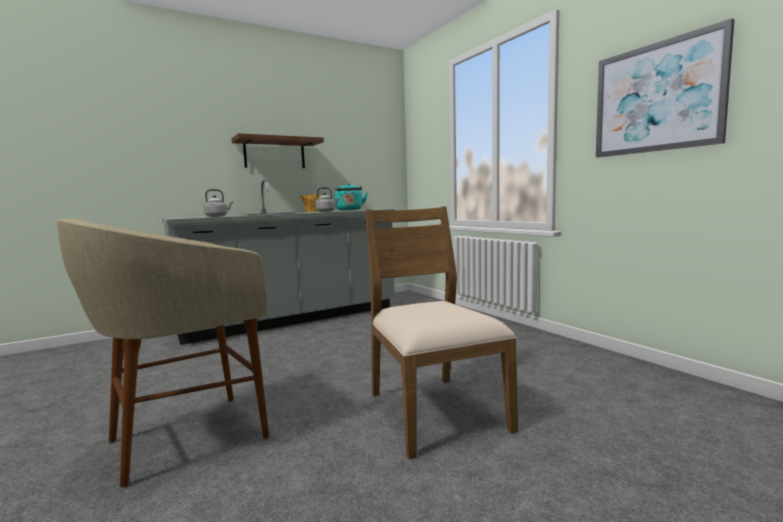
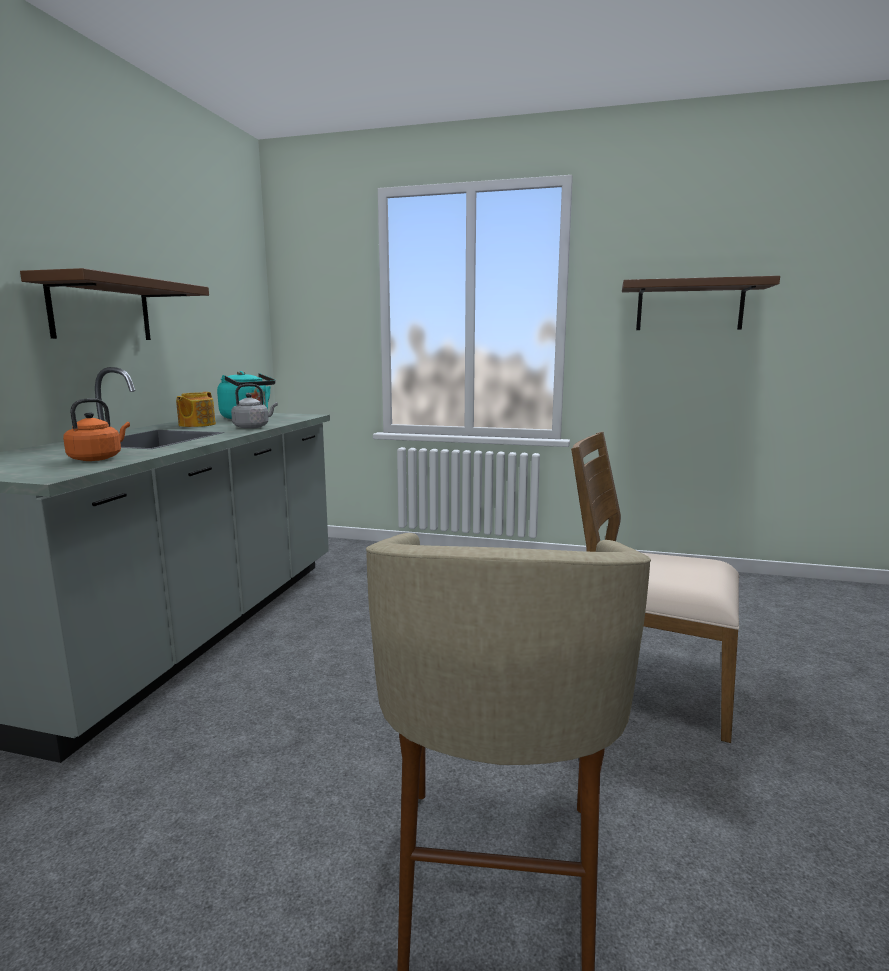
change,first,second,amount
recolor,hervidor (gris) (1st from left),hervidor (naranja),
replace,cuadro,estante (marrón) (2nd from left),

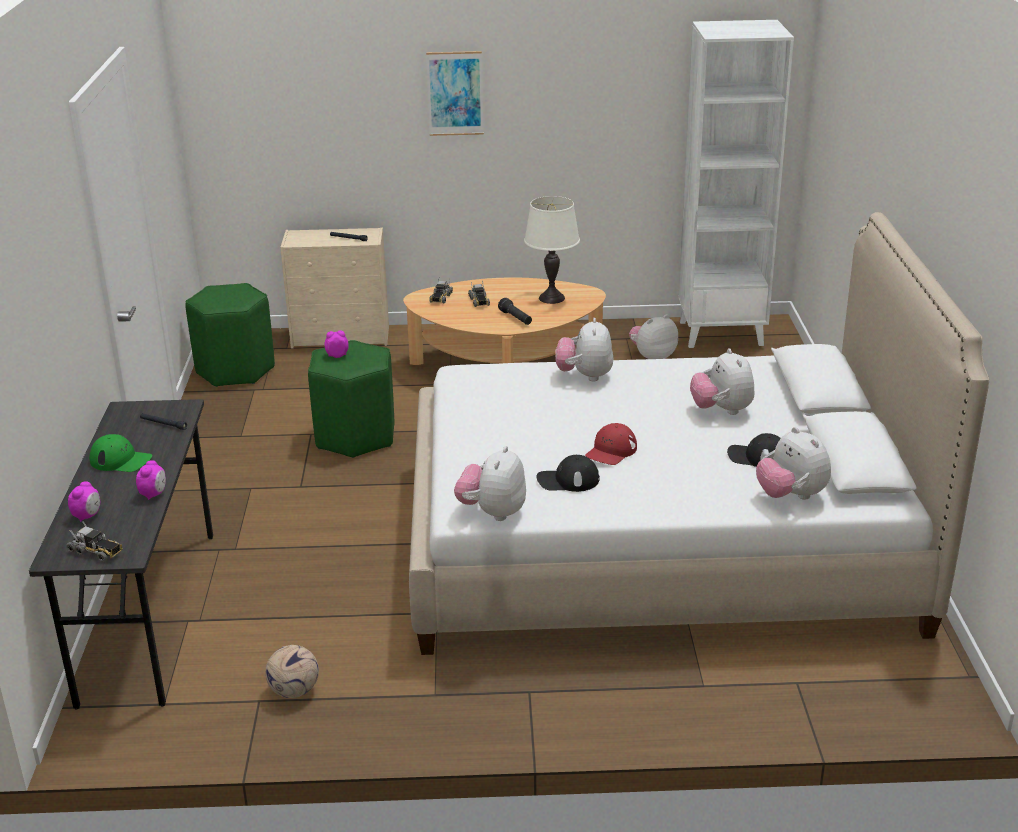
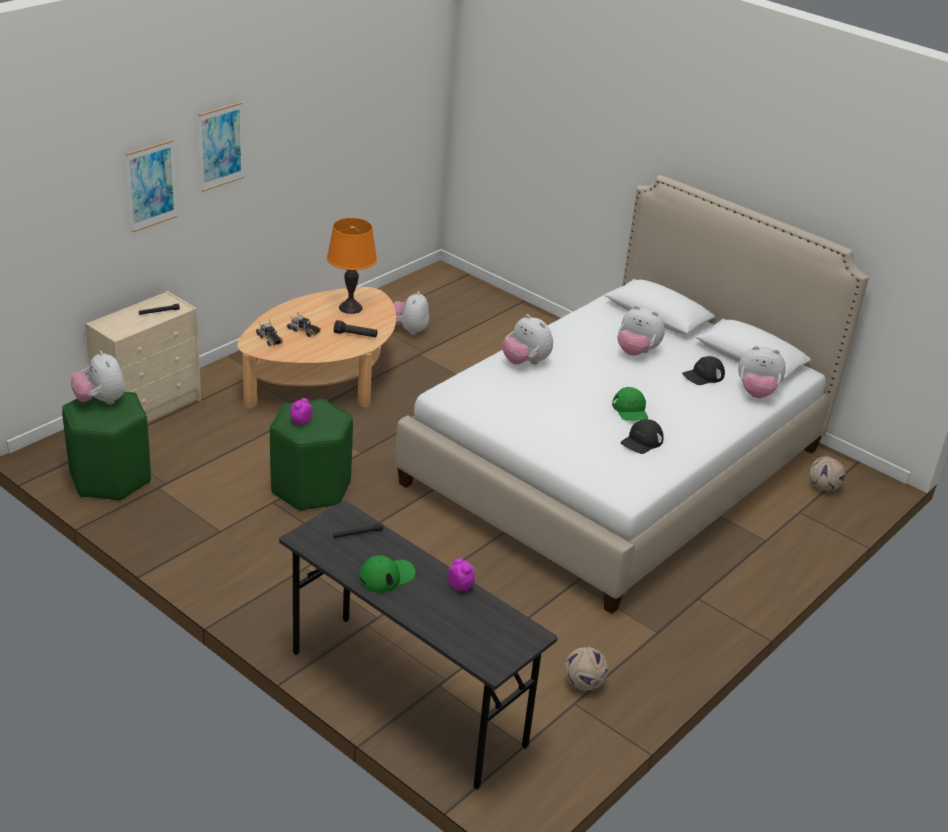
change,first,second,amount
delete,camión de juguete (1st from left),,
delete,despertador (1st from left),,
move,peluche (1st from left),,
recolor,lámpara de mesa (blanco),lámpara de mesa (naranja),
recolor,gorra (rojo),gorra (verde) (2nd from left),
delete,estantería (blanco),,
insert,,cuadro (1st from left),
insert,,balón de fútbol (2nd from left),

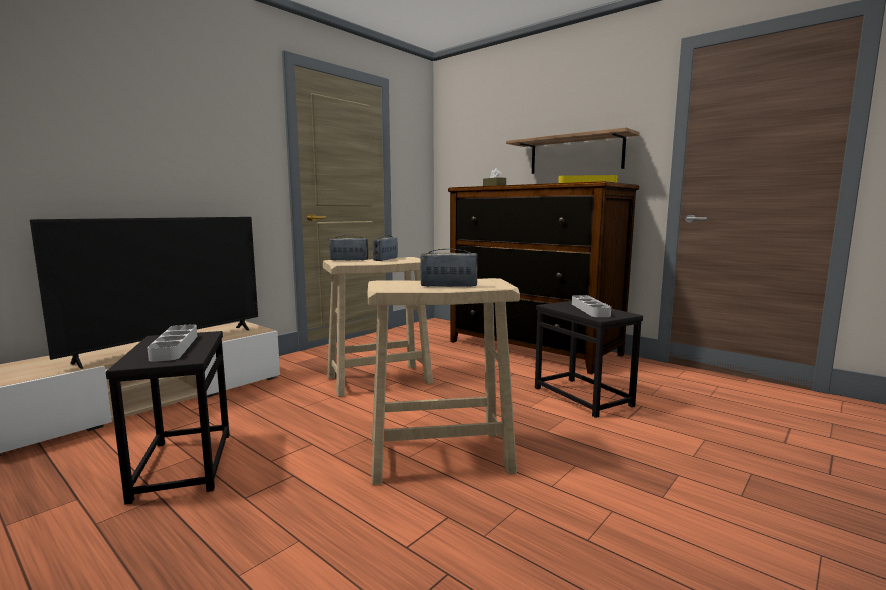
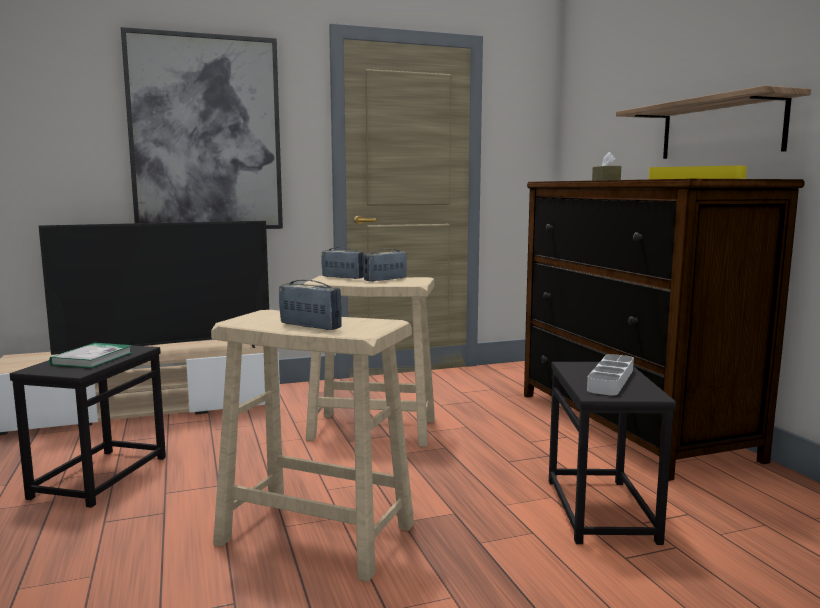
change,first,second,amount
replace,bandeja (gris) (1st from left),libro,
insert,,cuadro,

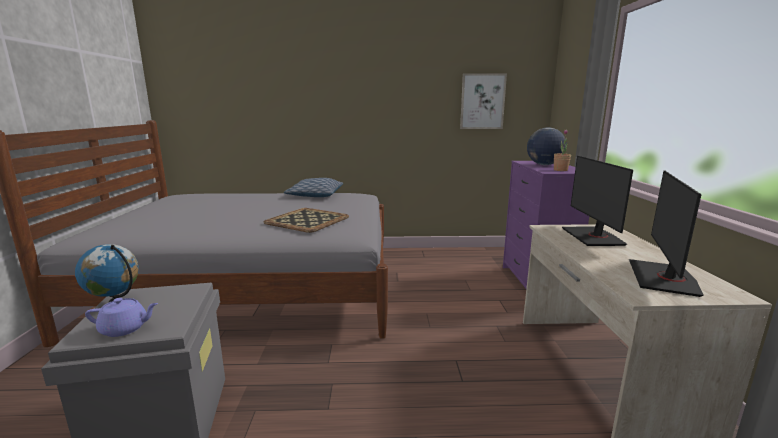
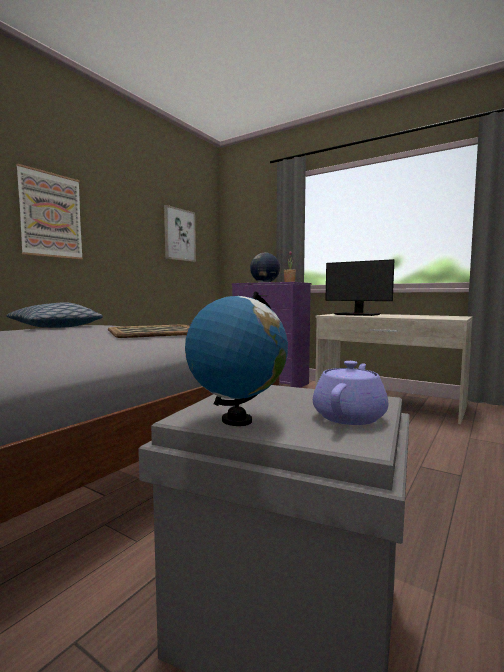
change,first,second,amount
delete,monitor (2nd from left),,
insert,,cuadro (1st from left),

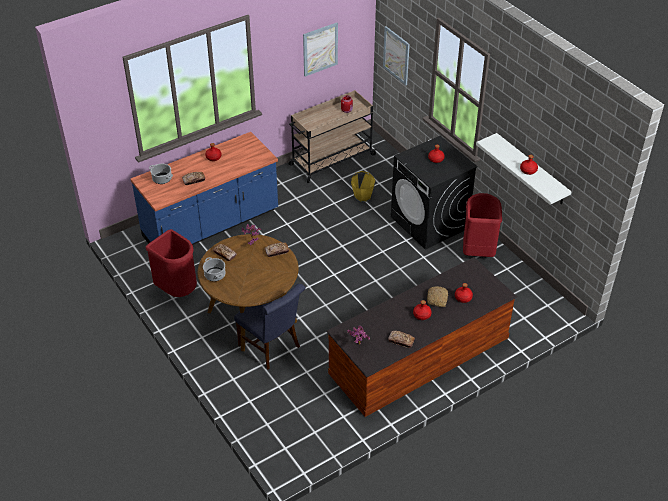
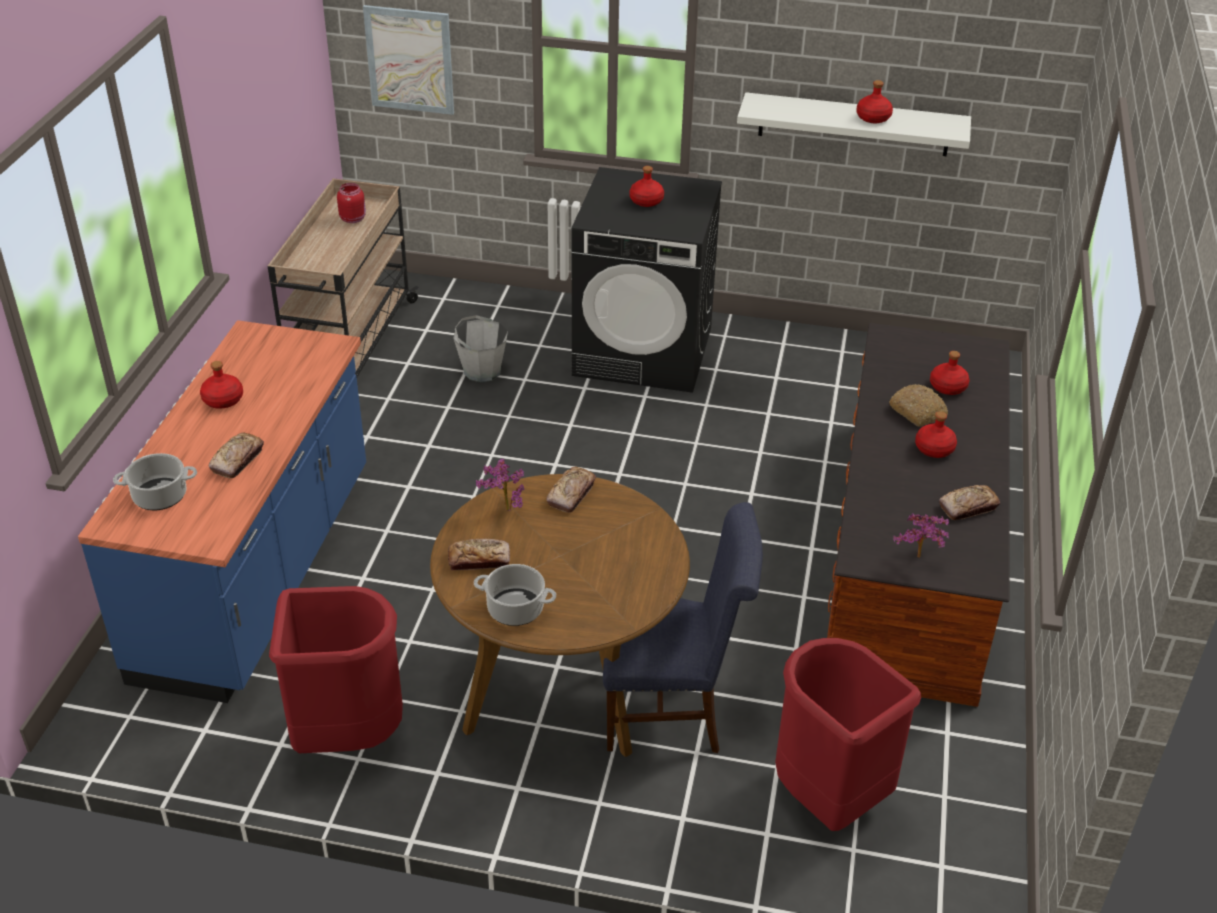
change,first,second,amount
delete,cuadro (1st from left),,
recolor,cubo (amarillo),cubo (gris),
move,papelera (rojo) (2nd from left),,

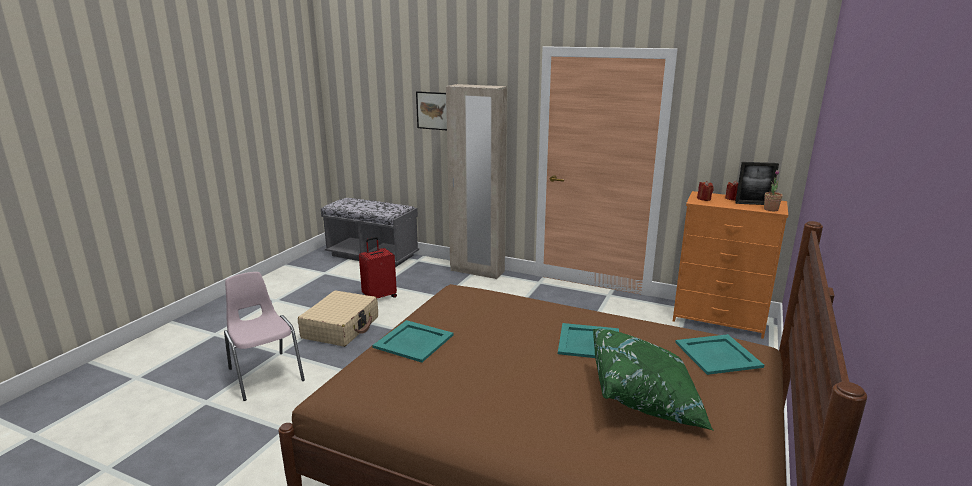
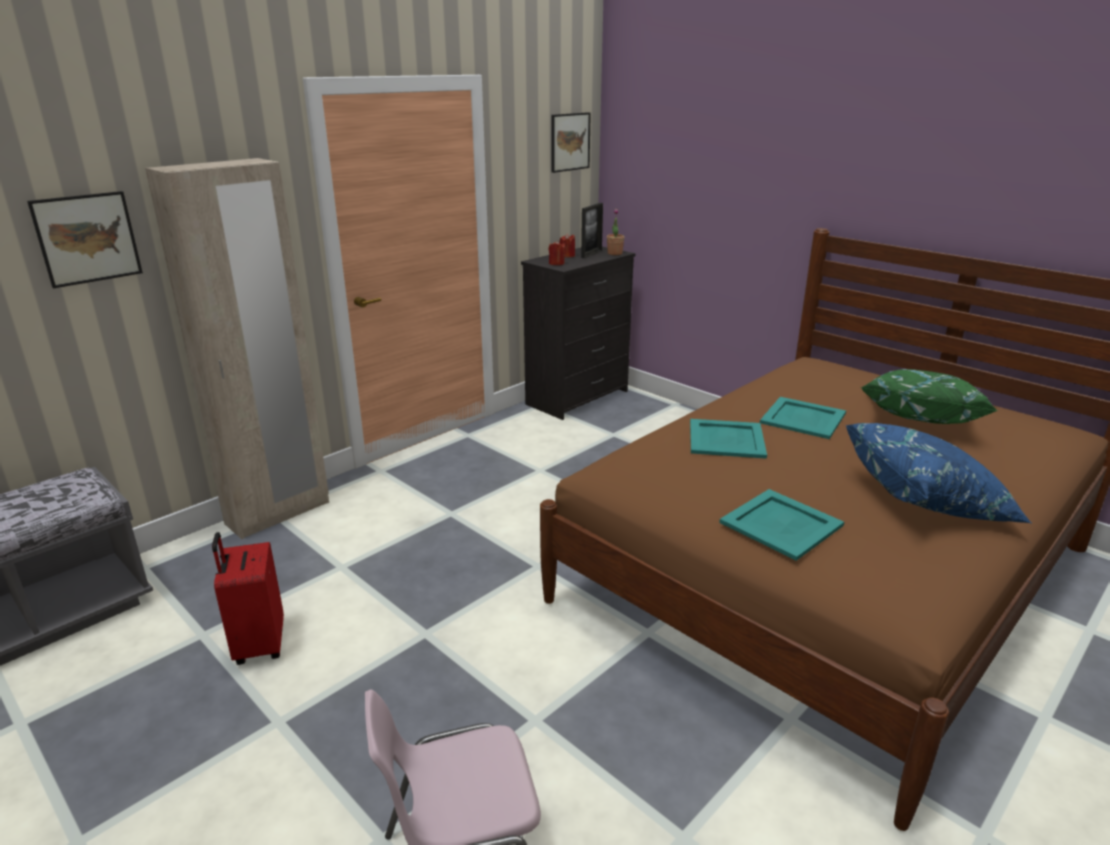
change,first,second,amount
delete,maleta (beis),,
recolor,cómoda (naranja),cómoda (negro),
move,bandeja (turquesa) (3rd from left in the first image),bandeja (turquesa) (1st from left),
insert,,cuadro (2nd from left),
insert,,cojín (azul),

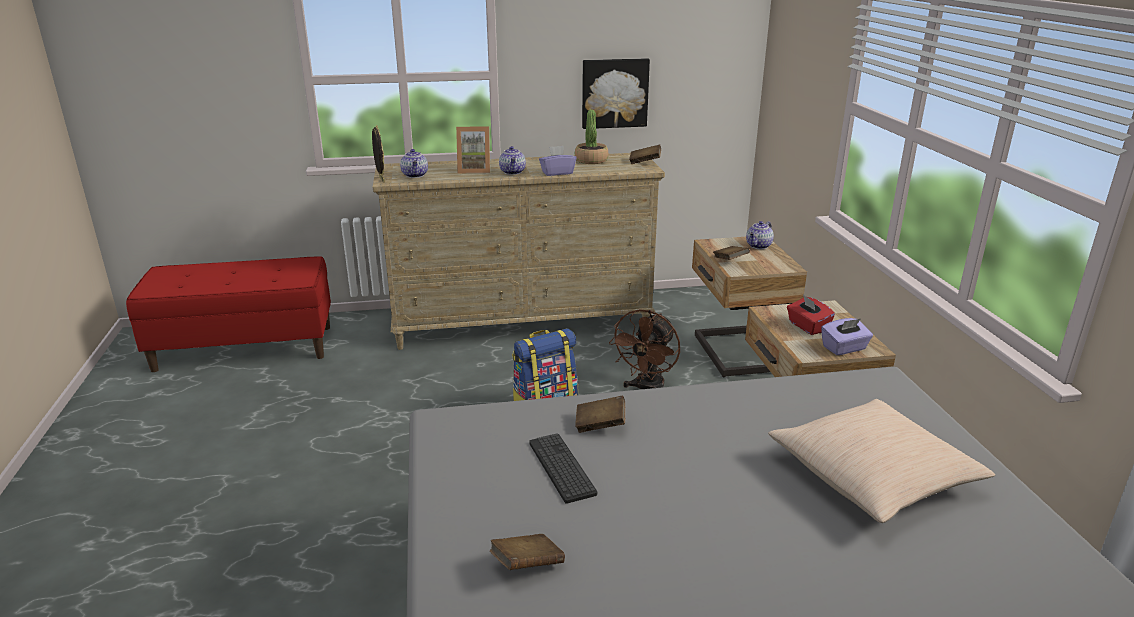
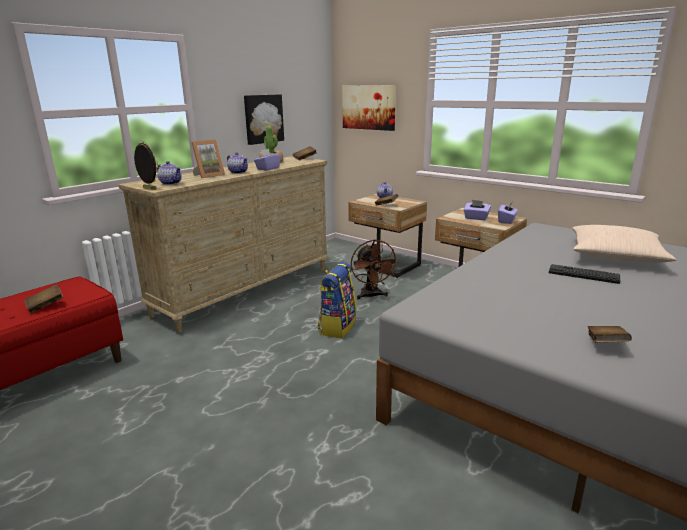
change,first,second,amount
move,teclado,,
move,libro (marrón) (2nd from left in the first image),libro (marrón) (1st from left),
recolor,caja de pañuelos (rojo),caja de pañuelos (morado) (2nd from left),
insert,,cuadro (2nd from left),

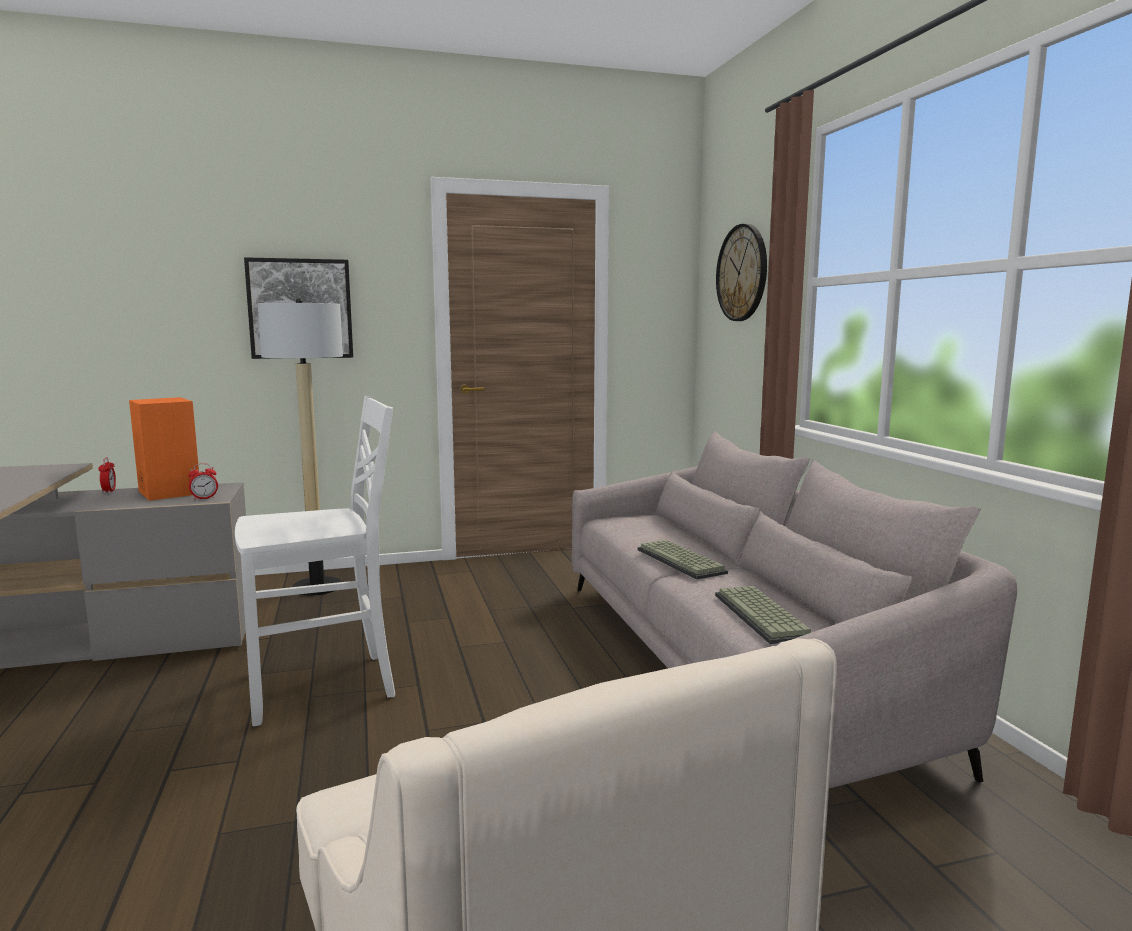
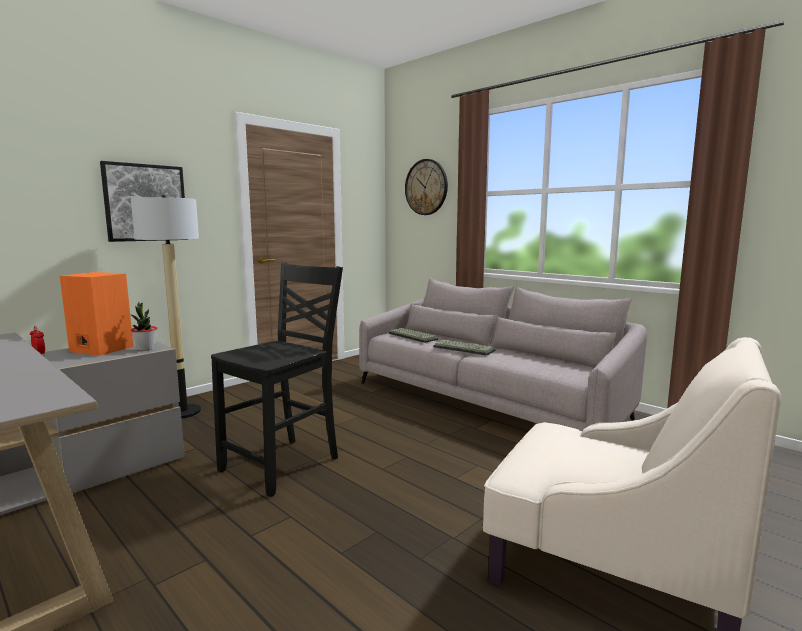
change,first,second,amount
replace,despertador (2nd from left),planta en maceta,
recolor,silla (blanco),silla (negro),
move,teclado (2nd from left in the first image),teclado (1st from left),

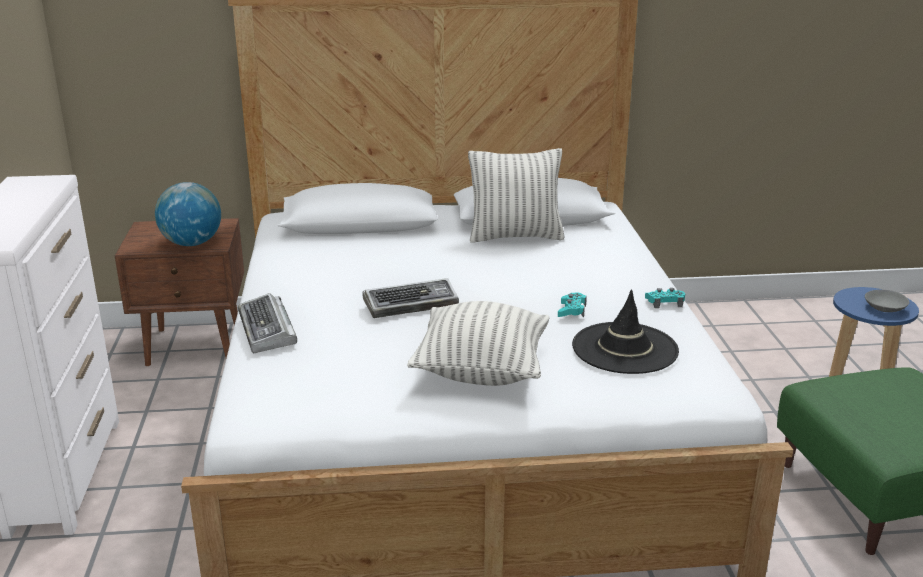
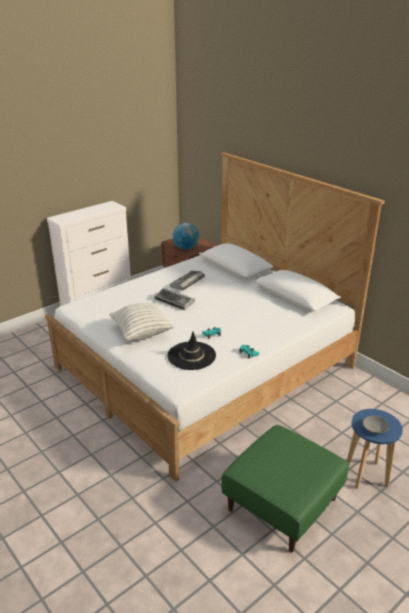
change,first,second,amount
move,teclado (1st from left in the first image),teclado (2nd from left),
delete,cojín (2nd from left),,

